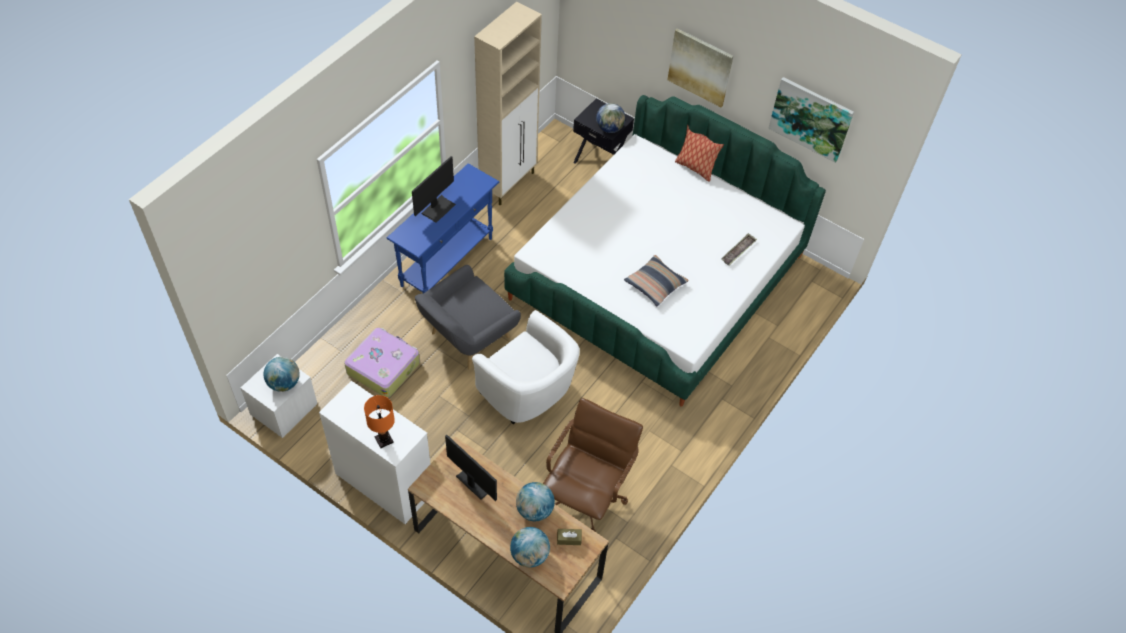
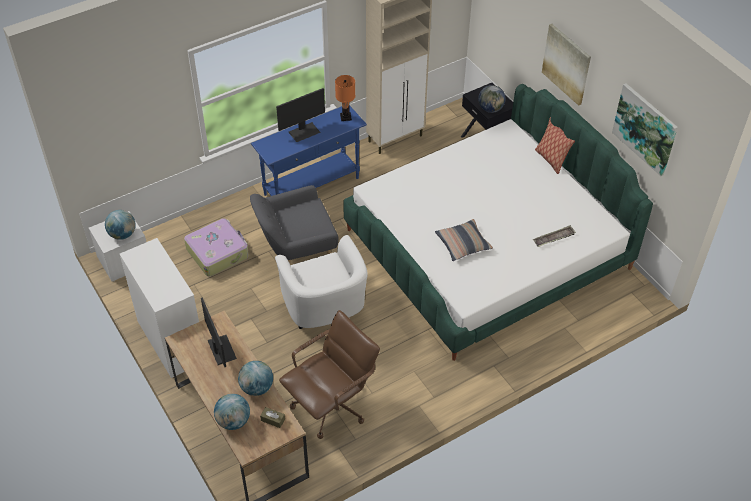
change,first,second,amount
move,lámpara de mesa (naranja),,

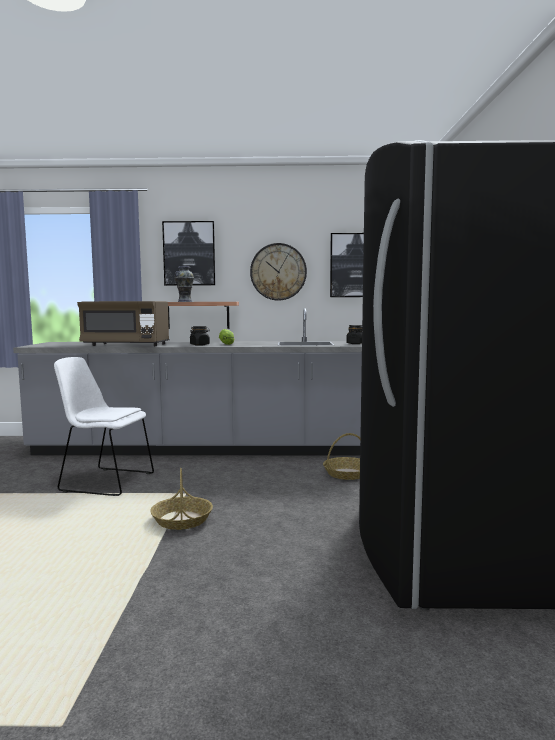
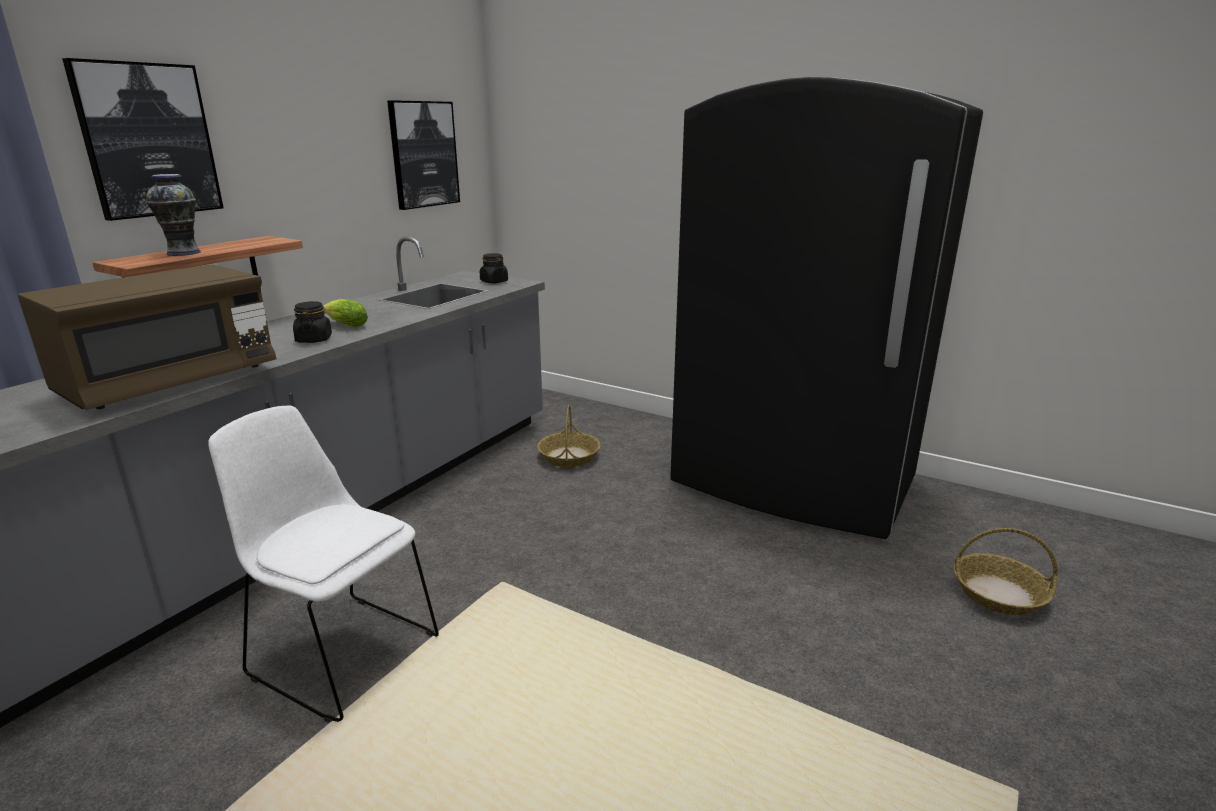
change,first,second,amount
rotate,silla (blanco),,75 degrees clockwise
move,cesta (1st from left in the first image),cesta (2nd from left),
delete,reloj de pared,,

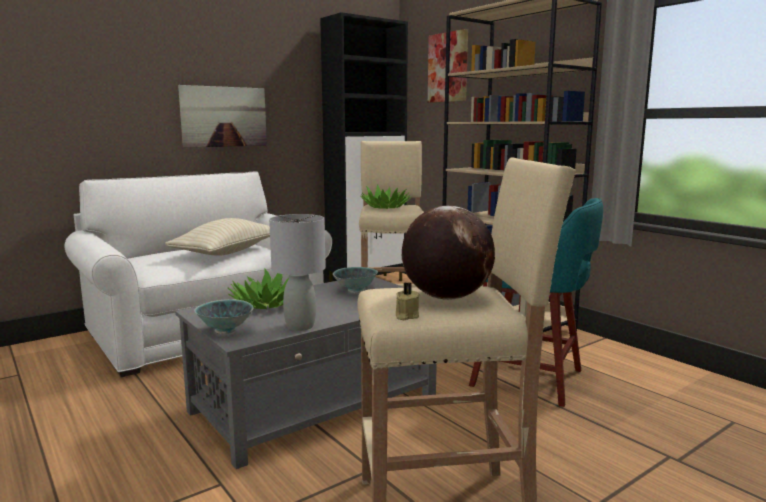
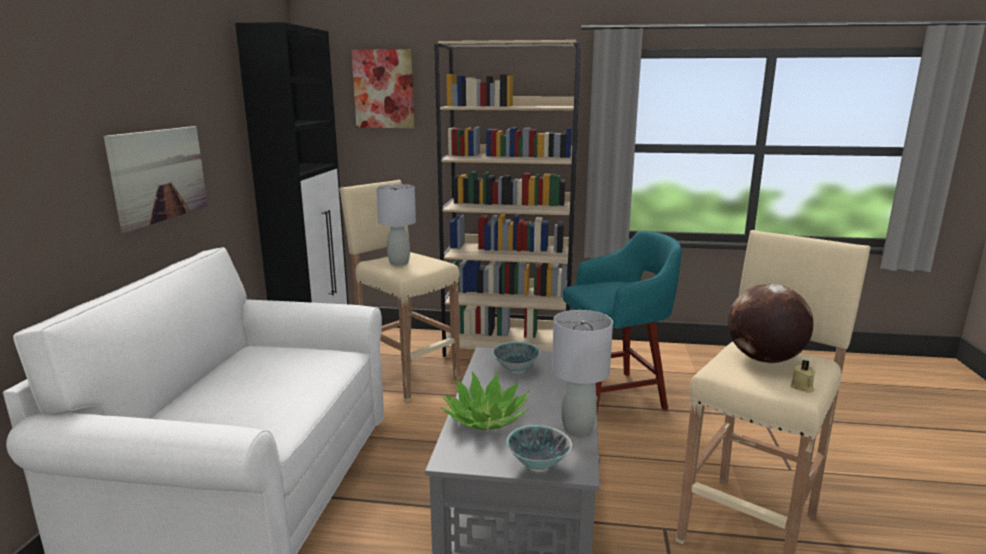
change,first,second,amount
delete,cojín (beis),,
replace,planta en maceta (2nd from left),lámpara de mesa (gris) (1st from left),

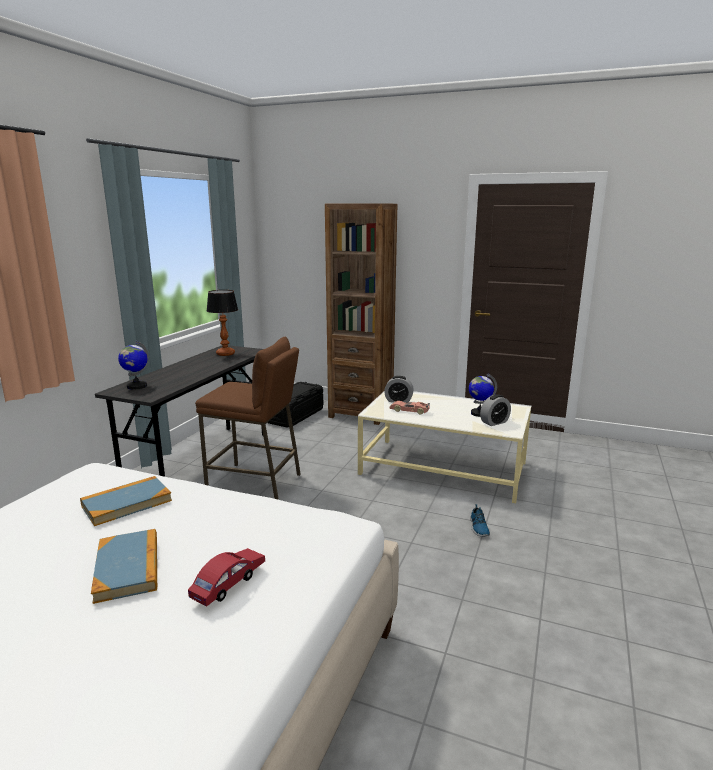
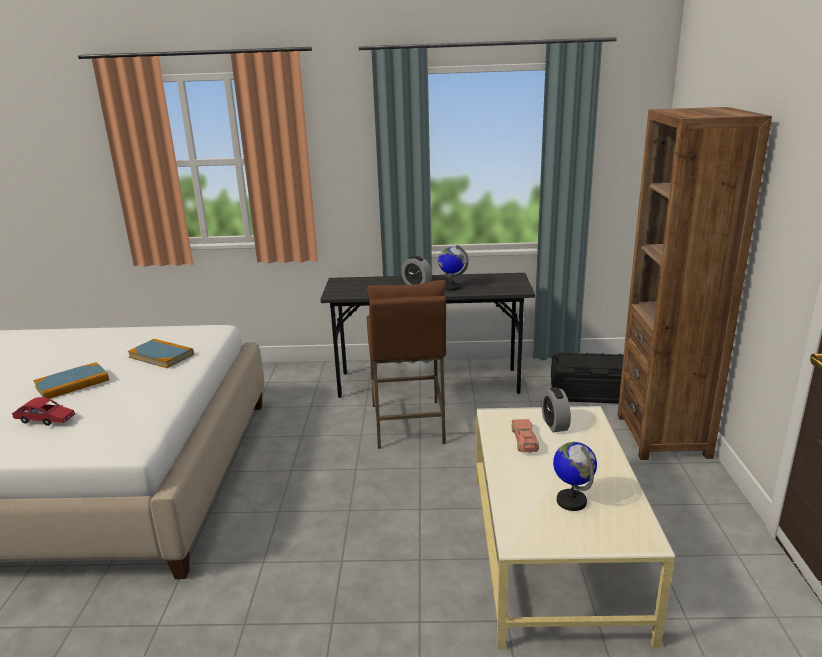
change,first,second,amount
move,globo terráqueo (1st from left),,
delete,lámpara de mesa,,
delete,zapato,,
move,despertador (2nd from left in the first image),despertador (1st from left),

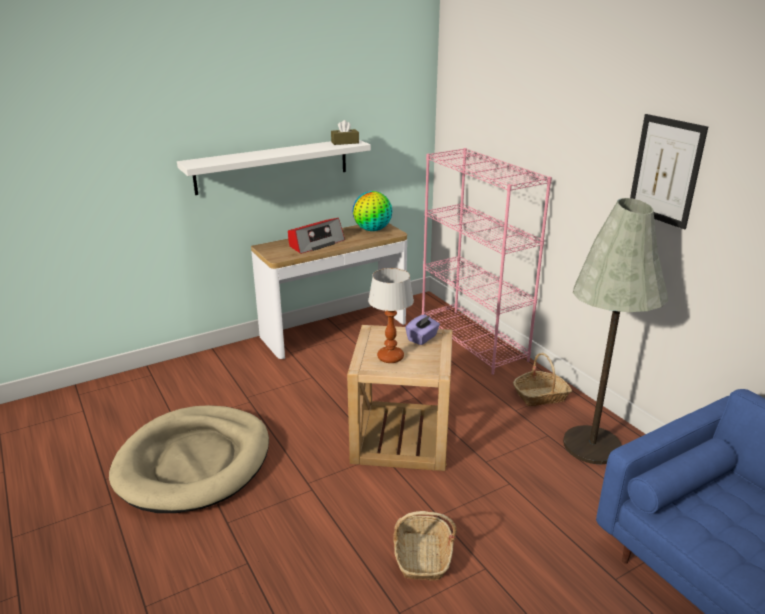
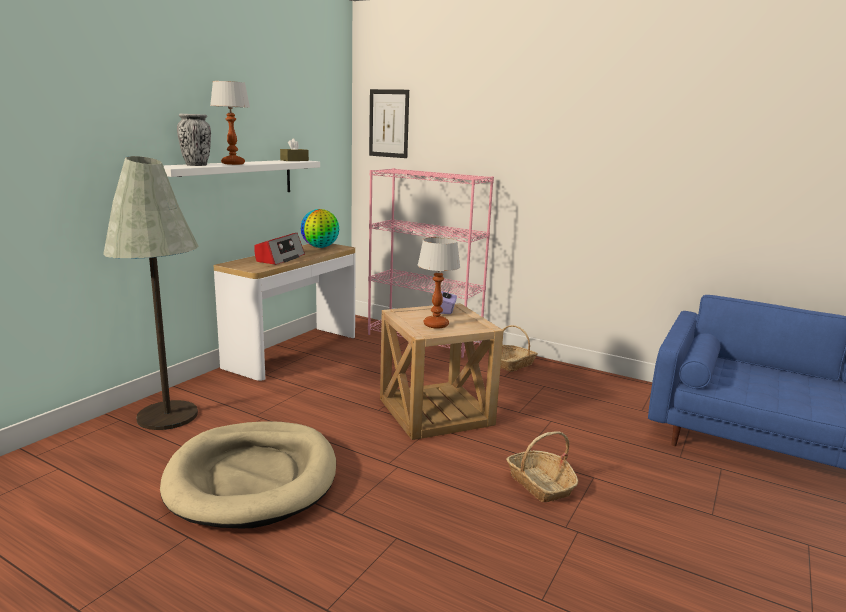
change,first,second,amount
move,lámpara de pie (gris),,
move,cuadro,,
insert,,florero,
insert,,lámpara de mesa (1st from left),

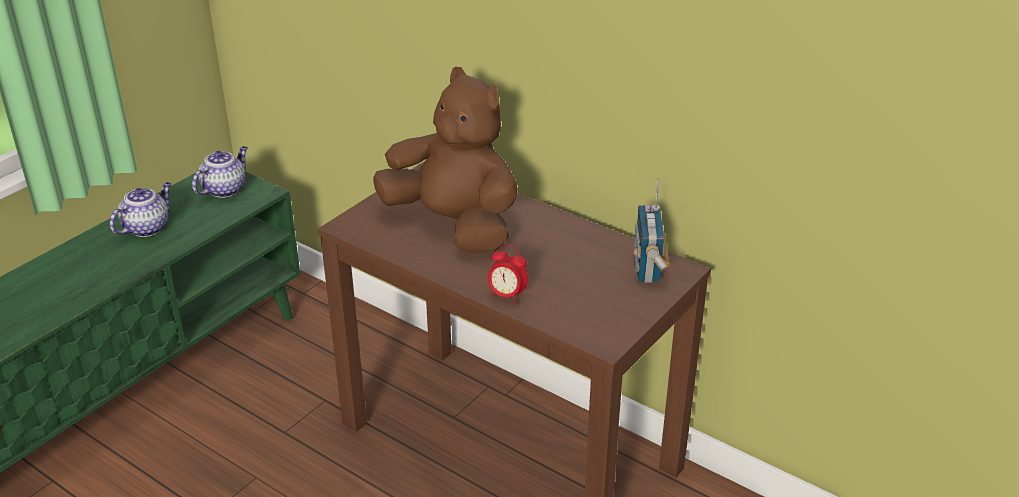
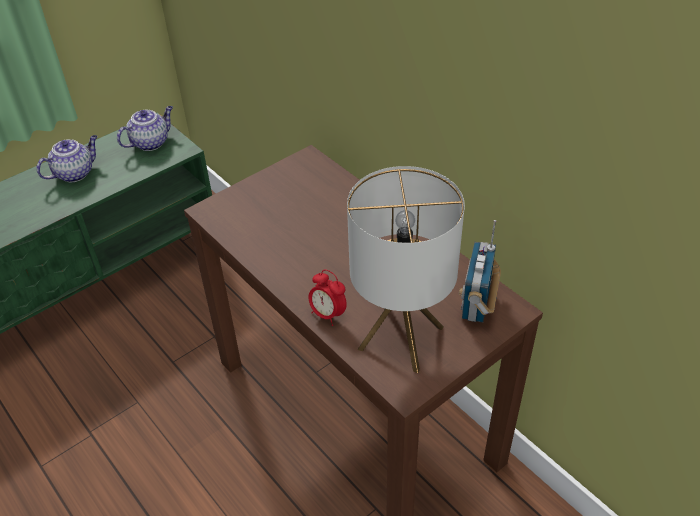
change,first,second,amount
delete,peluche (marrón),,
insert,,lámpara de mesa,

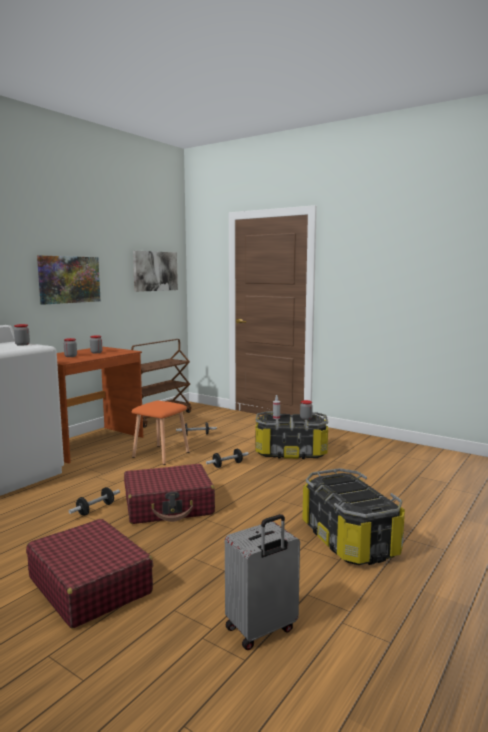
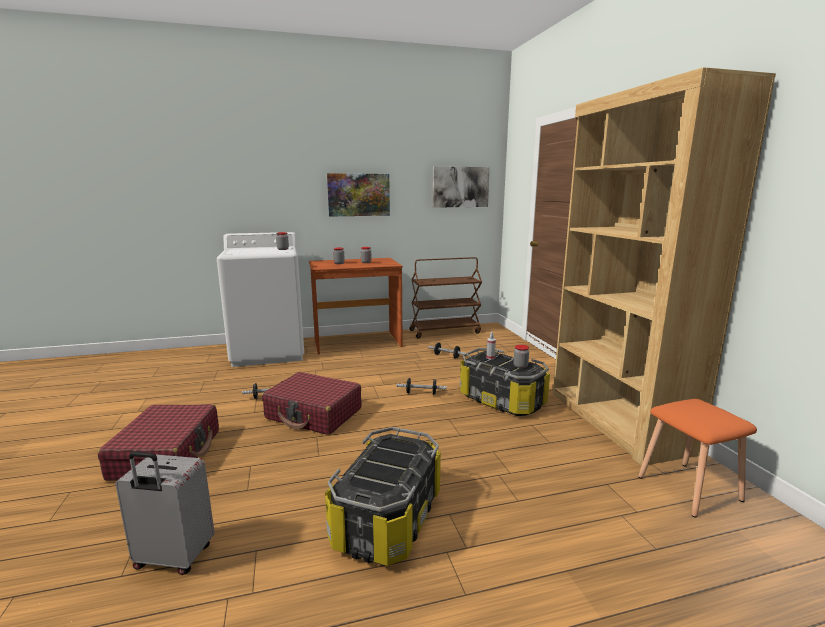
change,first,second,amount
move,taburete (naranja),,
insert,,estantería (marrón),

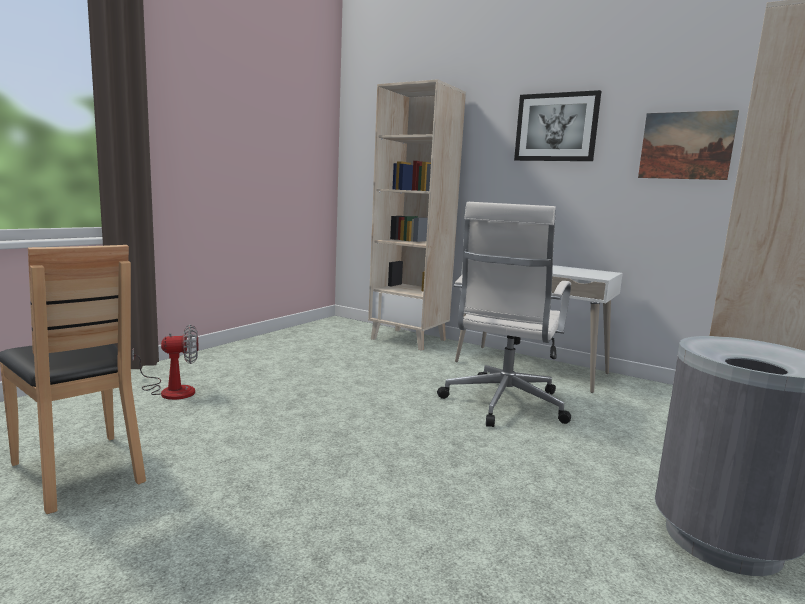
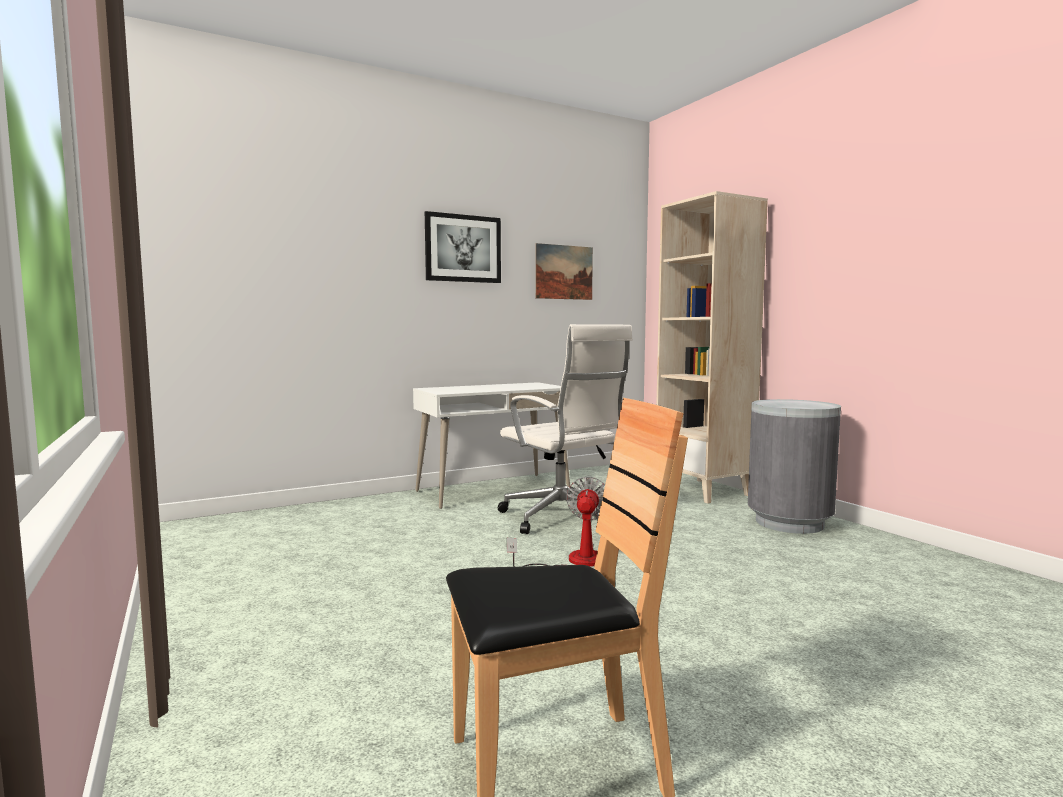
change,first,second,amount
move,ventilador,,
delete,estantería (beis) (1st from left),,

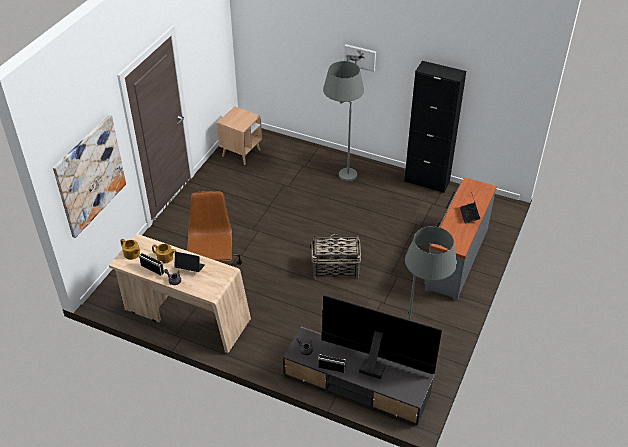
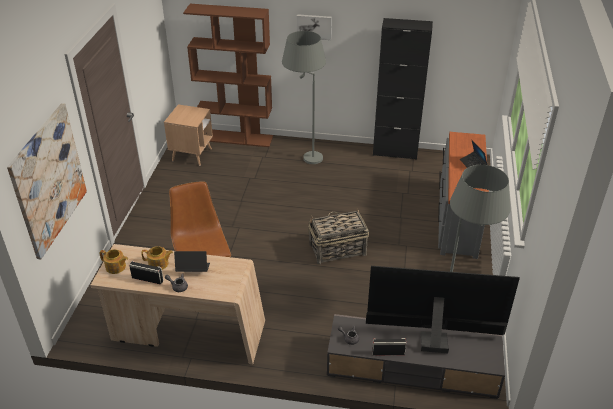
change,first,second,amount
insert,,estantería (marrón),

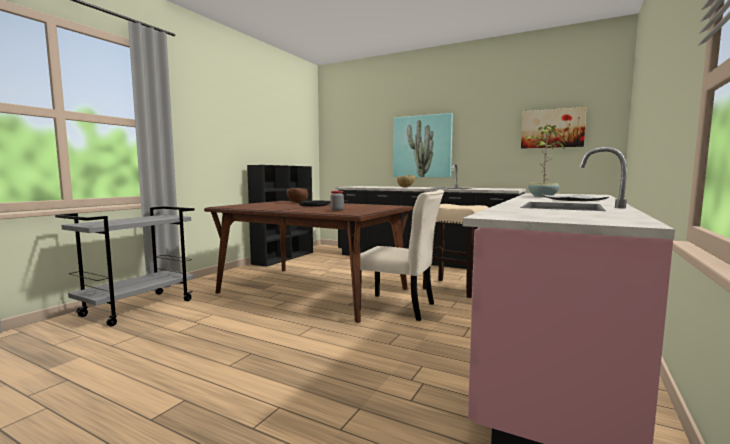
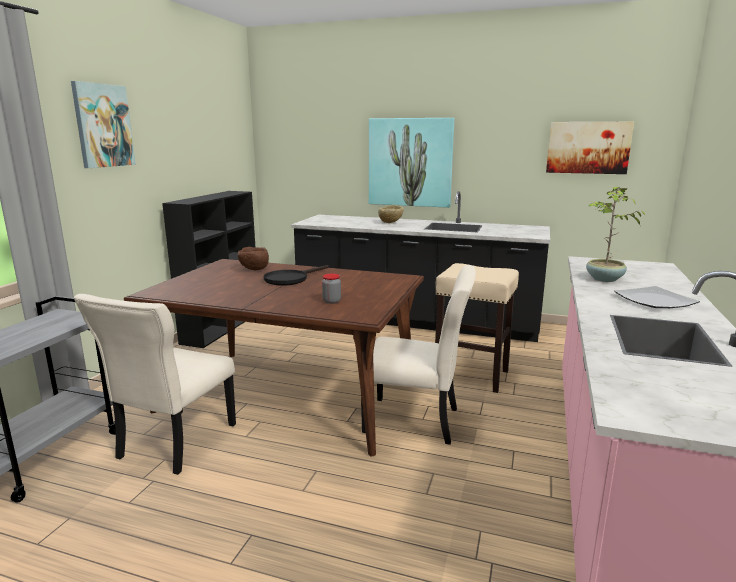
change,first,second,amount
insert,,cuadro (1st from left),
insert,,silla (beis) (1st from left),

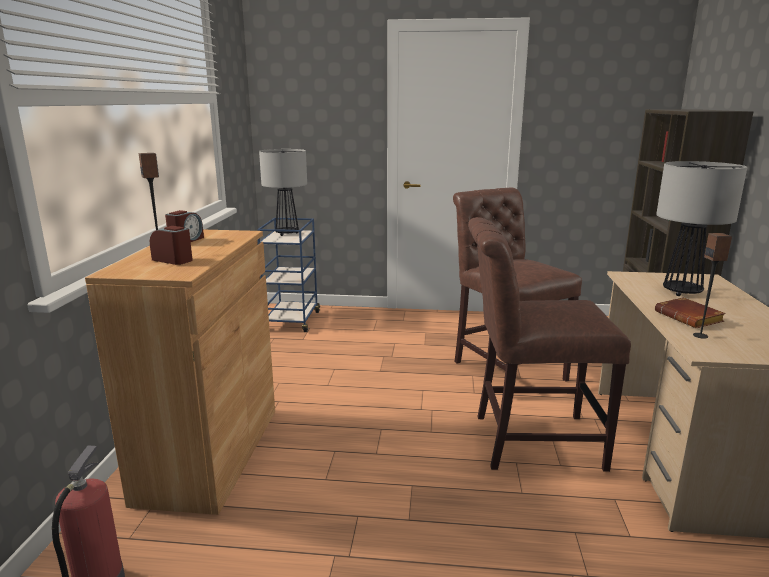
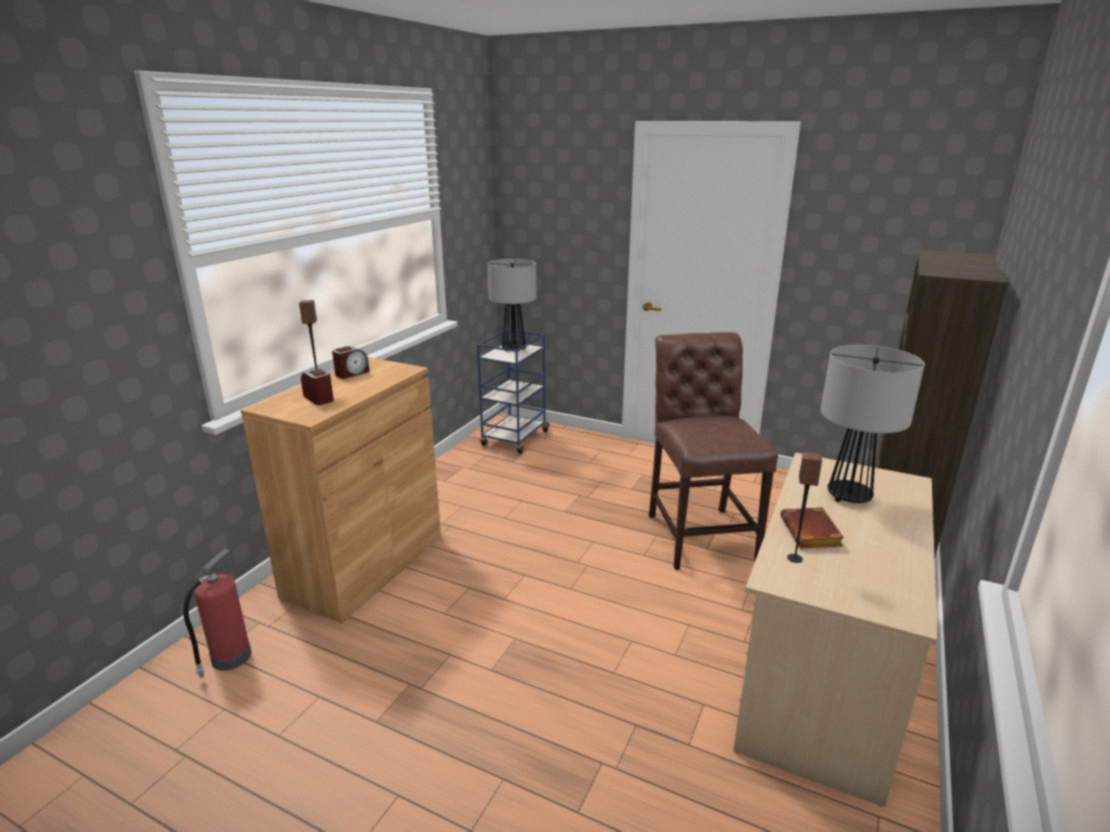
change,first,second,amount
delete,silla (marrón) (2nd from left),,

